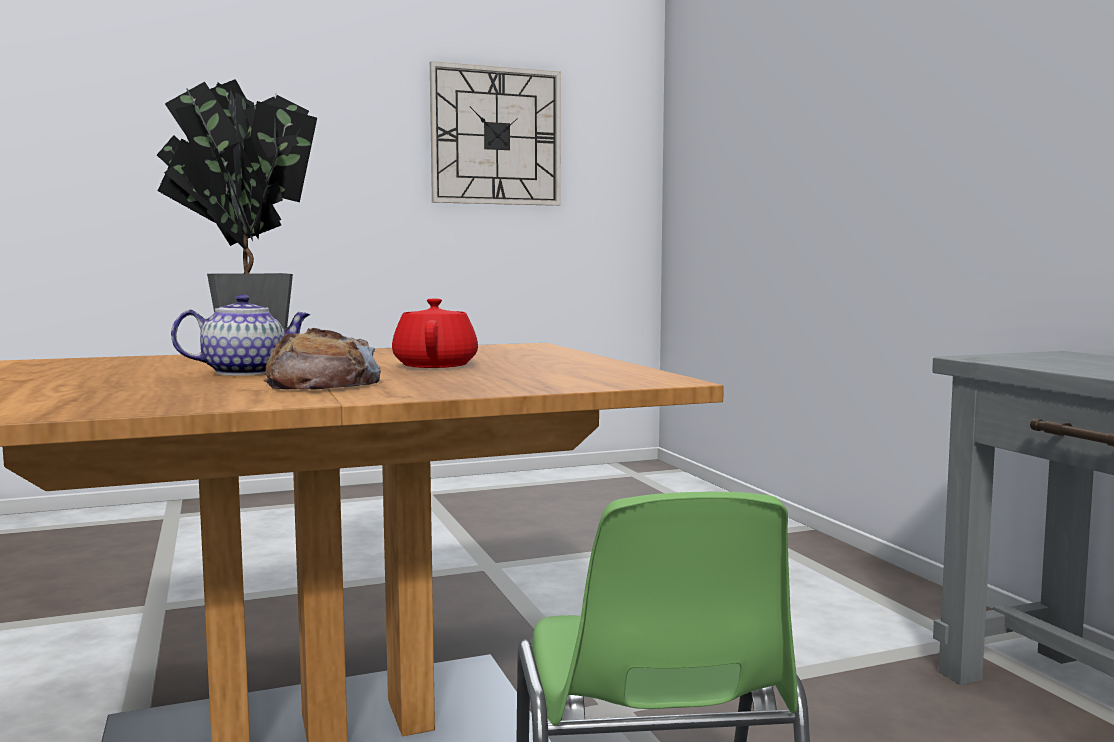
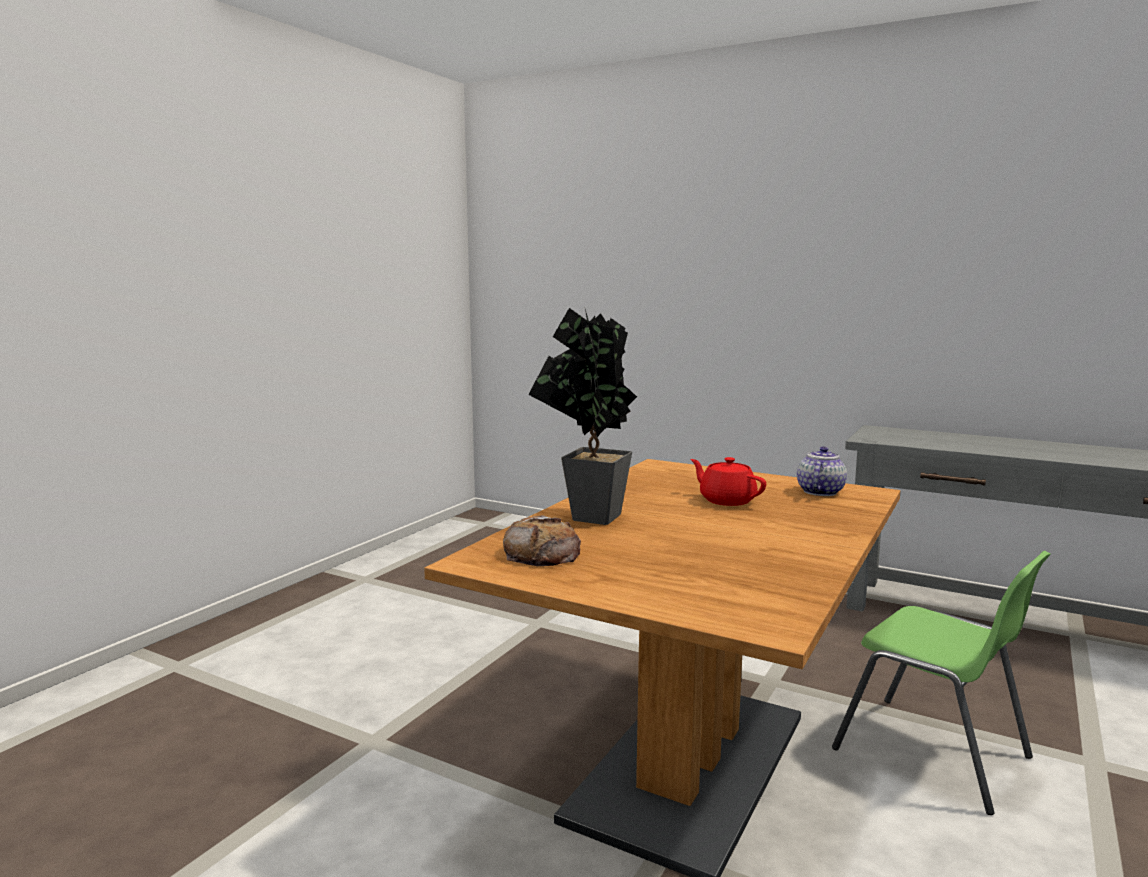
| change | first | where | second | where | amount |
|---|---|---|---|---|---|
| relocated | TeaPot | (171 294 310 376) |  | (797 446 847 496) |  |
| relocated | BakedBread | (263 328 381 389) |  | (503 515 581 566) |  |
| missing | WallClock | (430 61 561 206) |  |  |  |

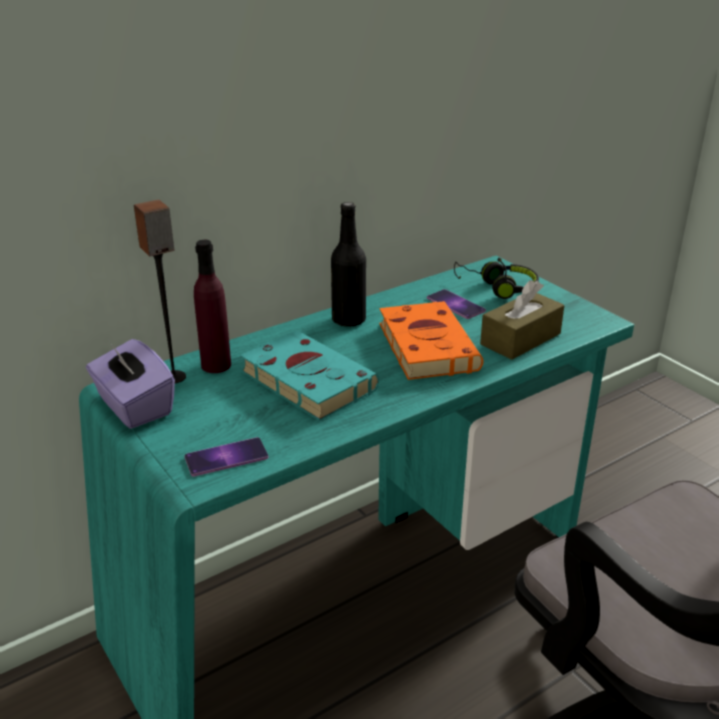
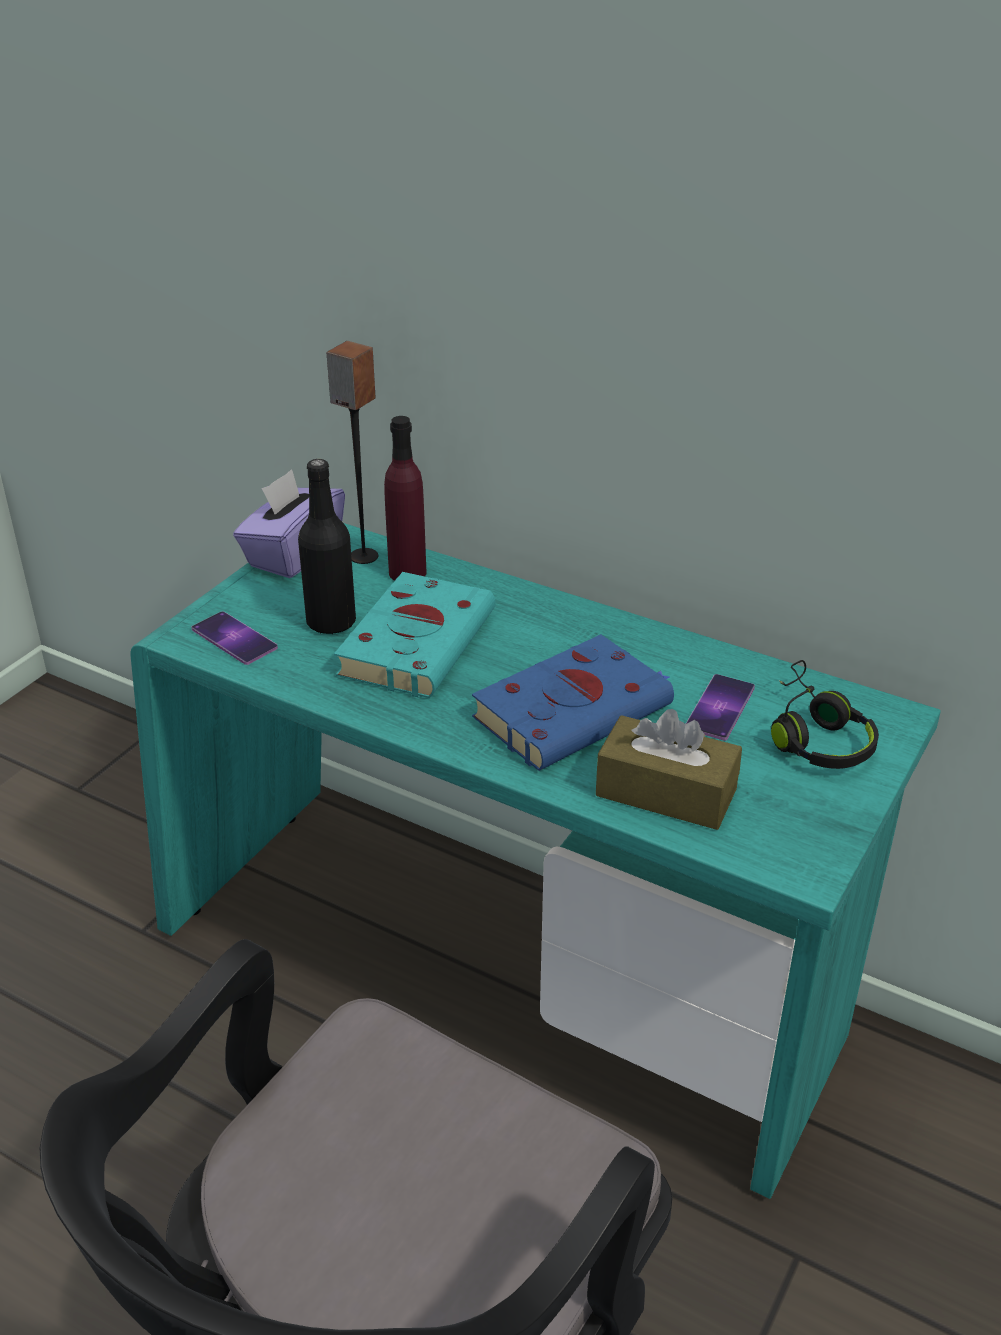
| change | first | where | second | where | amount |
|---|---|---|---|---|---|
| relocated | BlackishBeverageBottle | (331 202 366 327) |  | (298 459 356 635) |  |
| colour | OrangeyBook | (379 301 483 380) | BlueColouredBook | (472 635 674 771) |  |

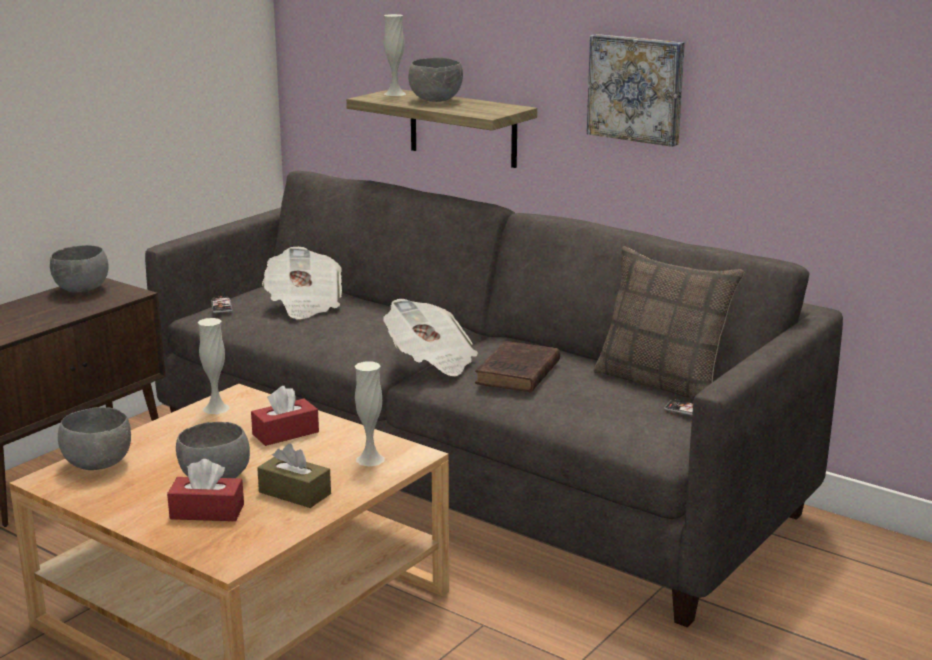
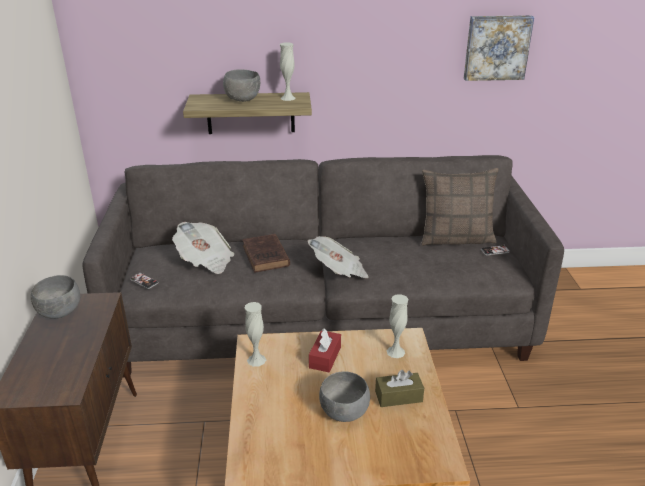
| change | first | where | second | where | amount |
|---|---|---|---|---|---|
| missing | GreyishServingBowl | (58 407 131 470) |  |  |  |
| missing | RedTissueBox | (167 459 244 521) |  |  |  |
| relocated | WhiteColouredVase | (384 14 406 96) |  | (280 42 296 101) |  |
| relocated | BrownishBook | (475 341 560 392) |  | (242 234 290 272) |  |
| relocated | Picture | (587 34 685 147) |  | (463 15 534 81) |  |

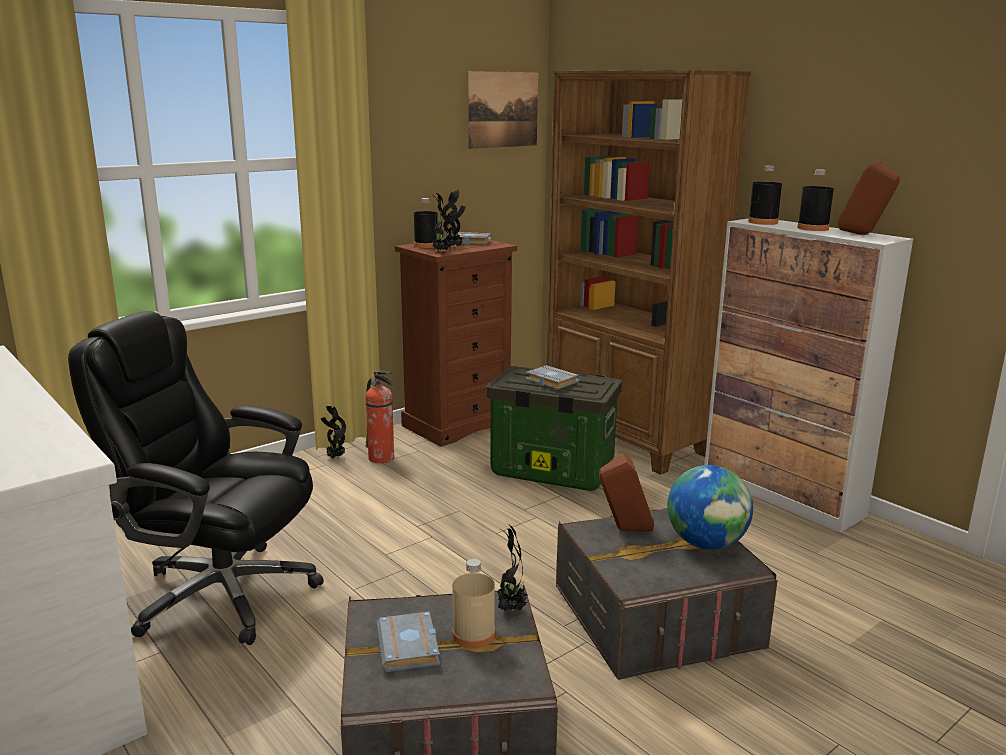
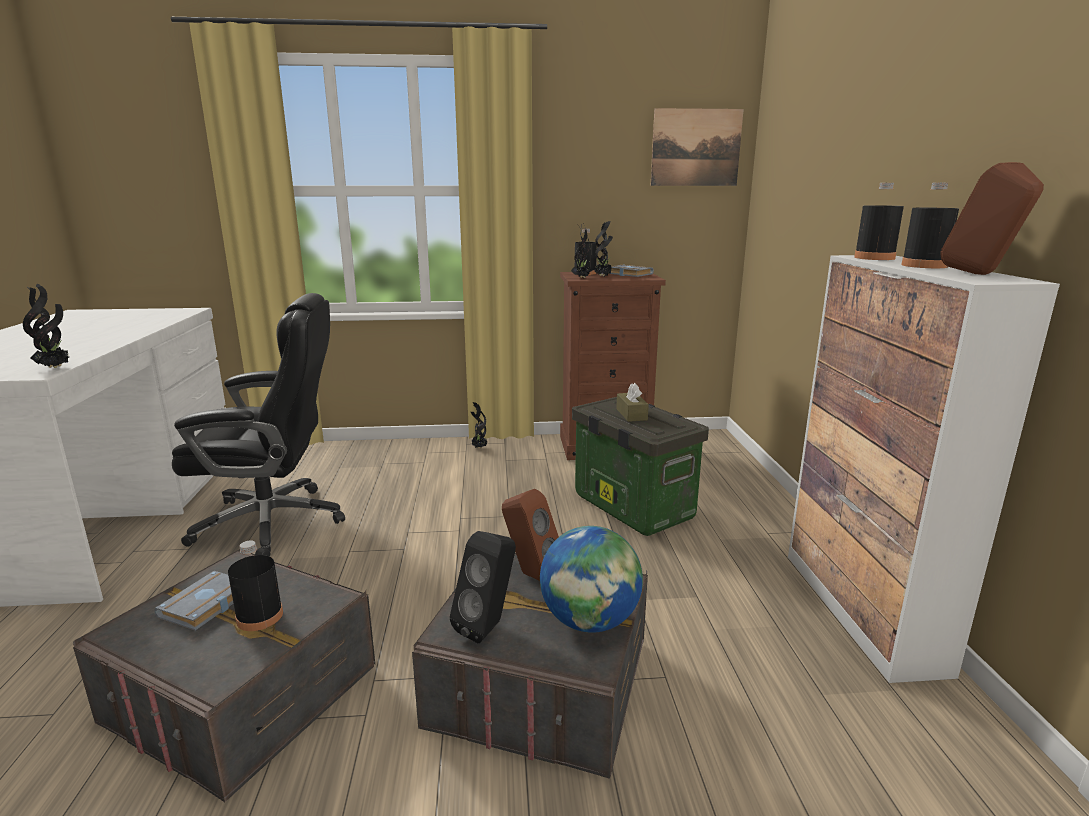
| change | first | where | second | where | amount |
|---|---|---|---|---|---|
| spun | BlackishDeskChair | (68 311 324 645) |  | (172 293 345 557) | 120 degrees clockwise |
| missing | Extinguisher | (365 371 394 463) |  |  |  |
| colour | SandColouredBeverageBottle | (452 559 495 648) | BlackishBeverageBottle | (228 540 283 631) |  |
| relocated | Houseplant | (497 524 528 611) |  | (23 283 69 368) |  |
| exchanged | GreyishBook | (526 365 580 389) | BrownishTissueBox | (616 383 649 422) |  |
| missing | BrownishBookshelf | (547 70 751 475) |  |  |  |
| appeared |  |  | BlackishAudioSpeaker | (450 531 516 643) |  |

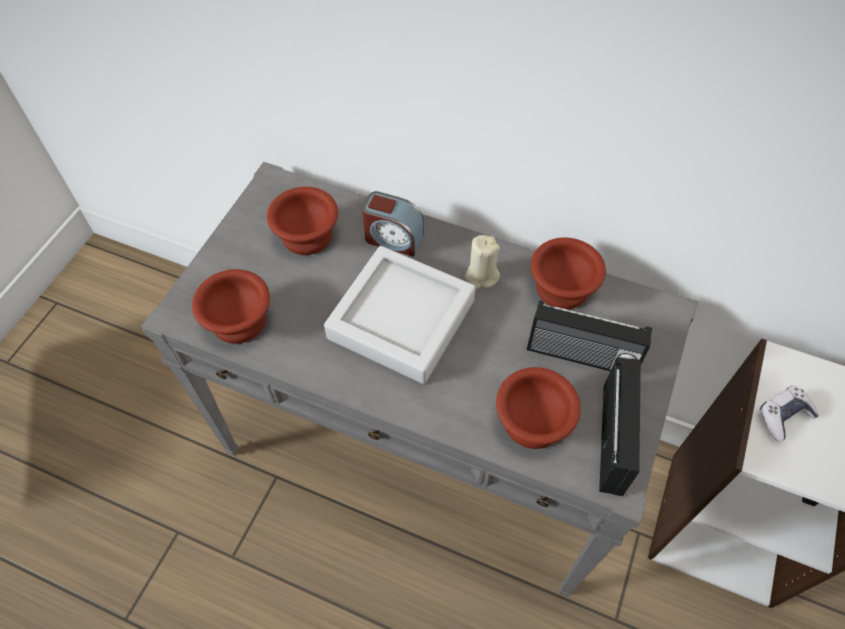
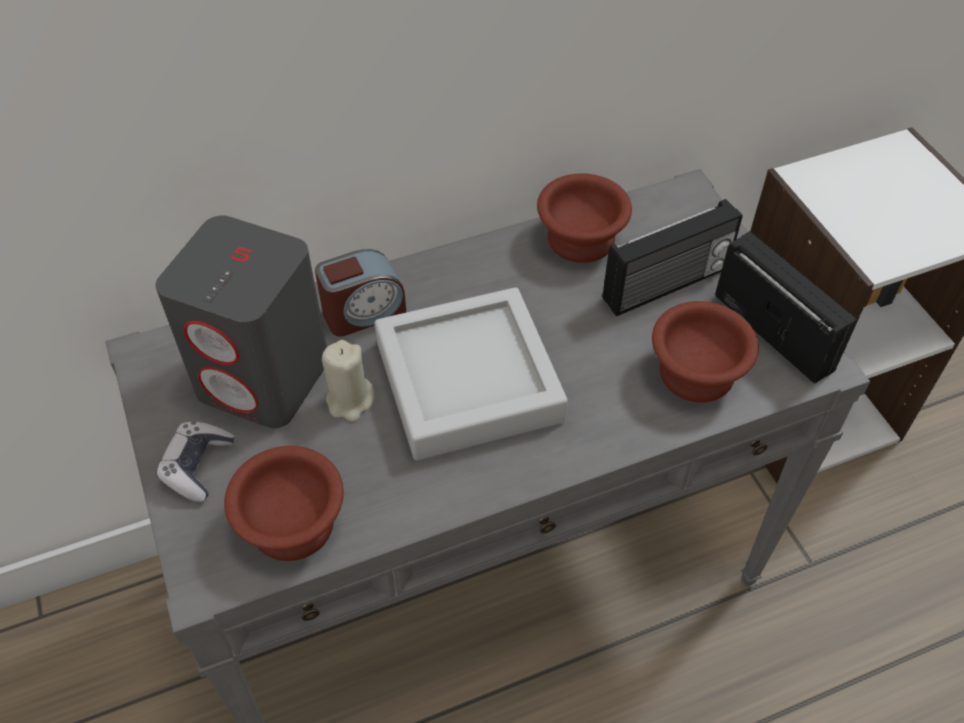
| change | first | where | second | where | amount |
|---|---|---|---|---|---|
| exchanged | BrownishServingBowl | (267 187 338 255) | GreyishAudioSpeaker | (155 215 327 428) |  |
| relocated | SandColouredCandle | (464 235 500 289) |  | (322 340 374 422) |  |
| relocated | Joypad | (759 385 819 442) |  | (156 421 234 502) |  |

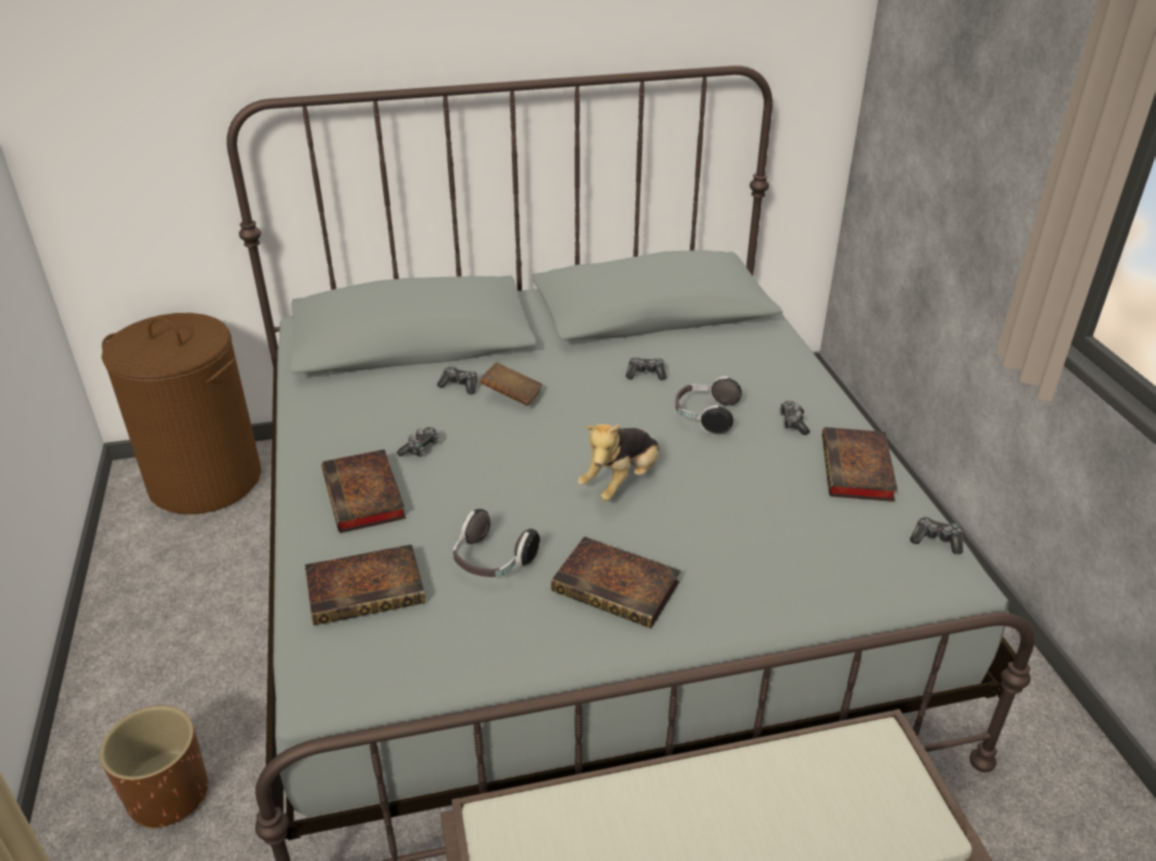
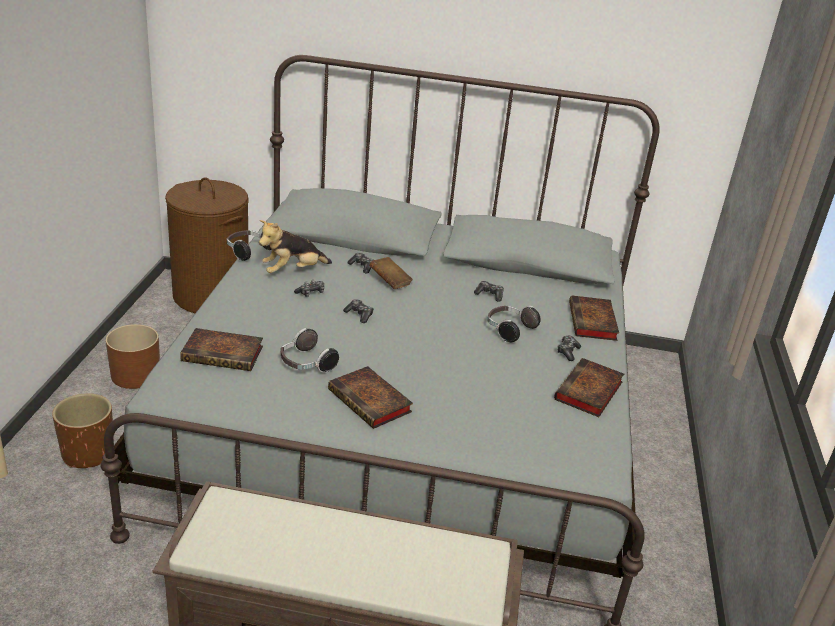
| change | first | where | second | where | amount |
|---|---|---|---|---|---|
| relocated | Book | (322 449 406 533) |  | (569 295 619 341) |  |
| relocated | SoftToy | (577 424 659 501) |  | (259 220 332 273) |  |
| relocated | Joypad | (910 517 963 554) |  | (343 299 374 323) |  |
| appeared |  |  | BrownishFlowerPot | (106 324 160 389) |  |
| appeared |  |  | PairOfHeadphones | (227 230 272 261) |  |

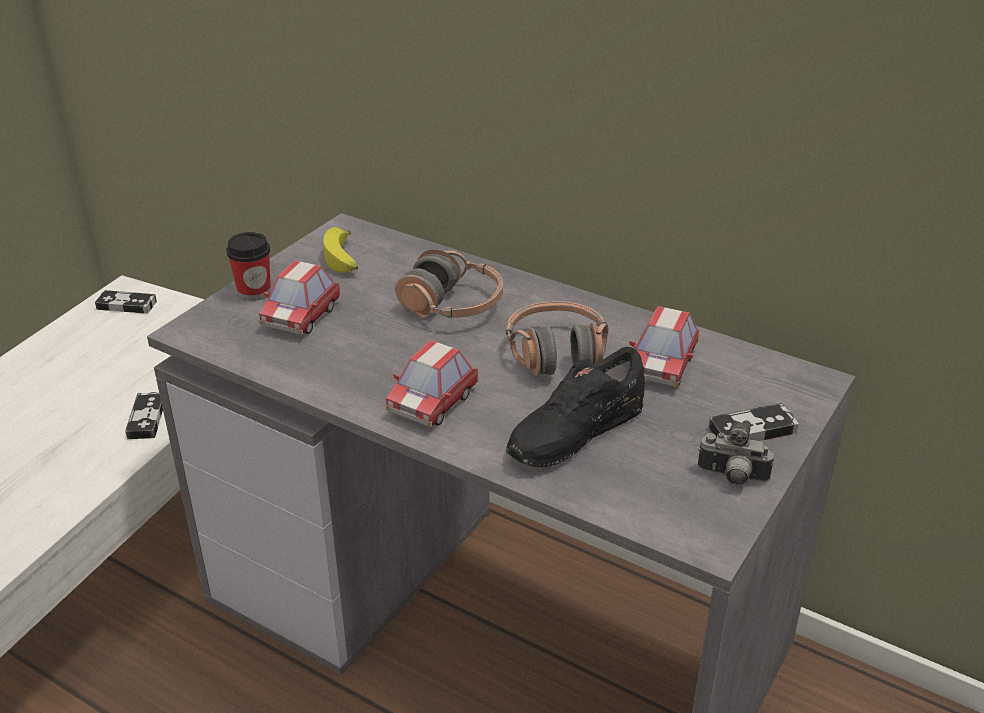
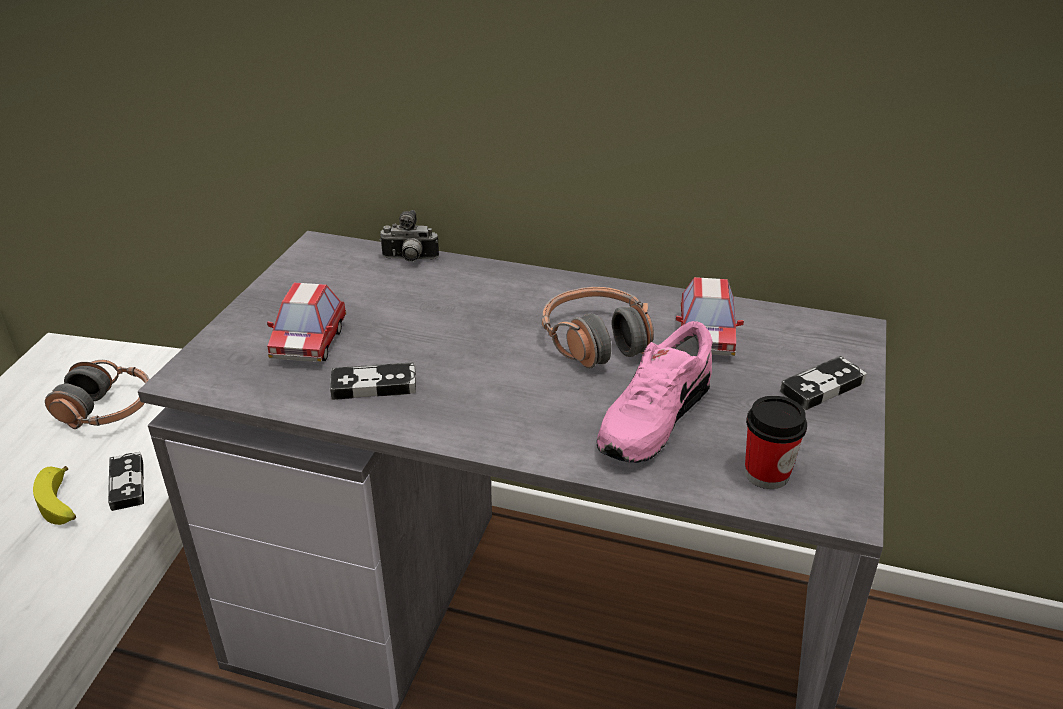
| change | first | where | second | where | amount |
|---|---|---|---|---|---|
| relocated | Joypad | (95 290 157 313) |  | (330 362 416 400) |  |
| relocated | SmallCup | (226 232 271 301) |  | (745 396 807 489) |  |
| relocated | BananaFruit | (323 227 358 273) |  | (33 466 76 525) |  |
| missing | MiniatureCar | (386 340 479 427) |  |  |  |
| relocated | PairOfHeadphones | (395 249 503 319) |  | (45 360 150 429) |  |
| colour | BlackishLowShoe | (506 347 645 467) | PinkLowShoe | (597 321 713 463) |  |
| relocated | PhotoCamera | (698 420 774 485) |  | (379 210 439 262) |  |

